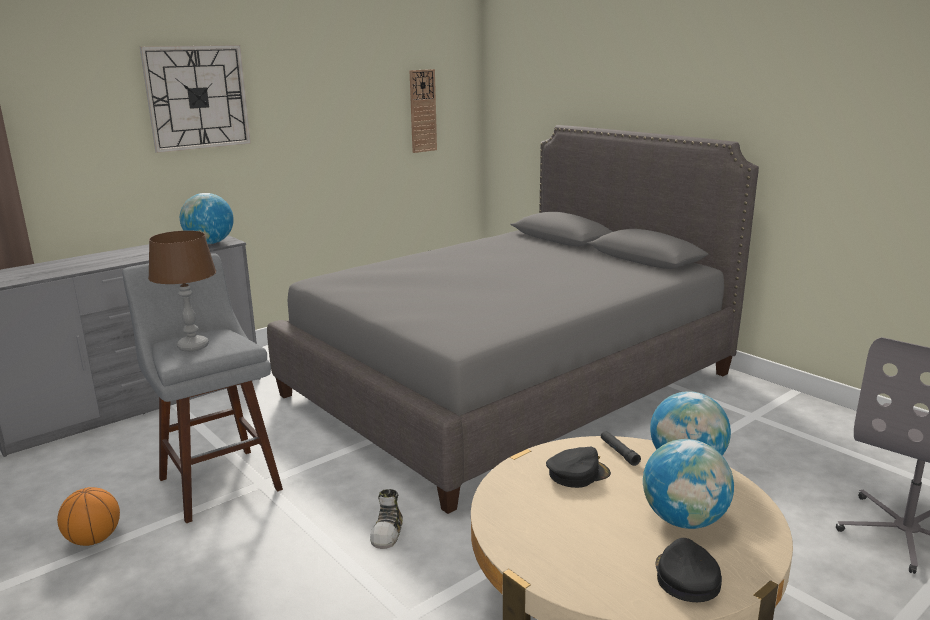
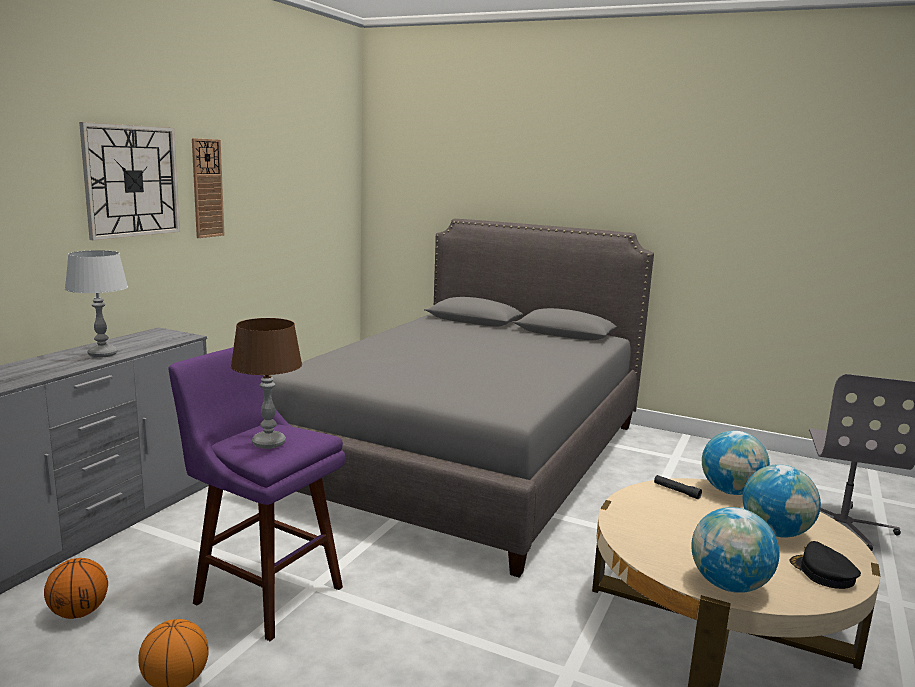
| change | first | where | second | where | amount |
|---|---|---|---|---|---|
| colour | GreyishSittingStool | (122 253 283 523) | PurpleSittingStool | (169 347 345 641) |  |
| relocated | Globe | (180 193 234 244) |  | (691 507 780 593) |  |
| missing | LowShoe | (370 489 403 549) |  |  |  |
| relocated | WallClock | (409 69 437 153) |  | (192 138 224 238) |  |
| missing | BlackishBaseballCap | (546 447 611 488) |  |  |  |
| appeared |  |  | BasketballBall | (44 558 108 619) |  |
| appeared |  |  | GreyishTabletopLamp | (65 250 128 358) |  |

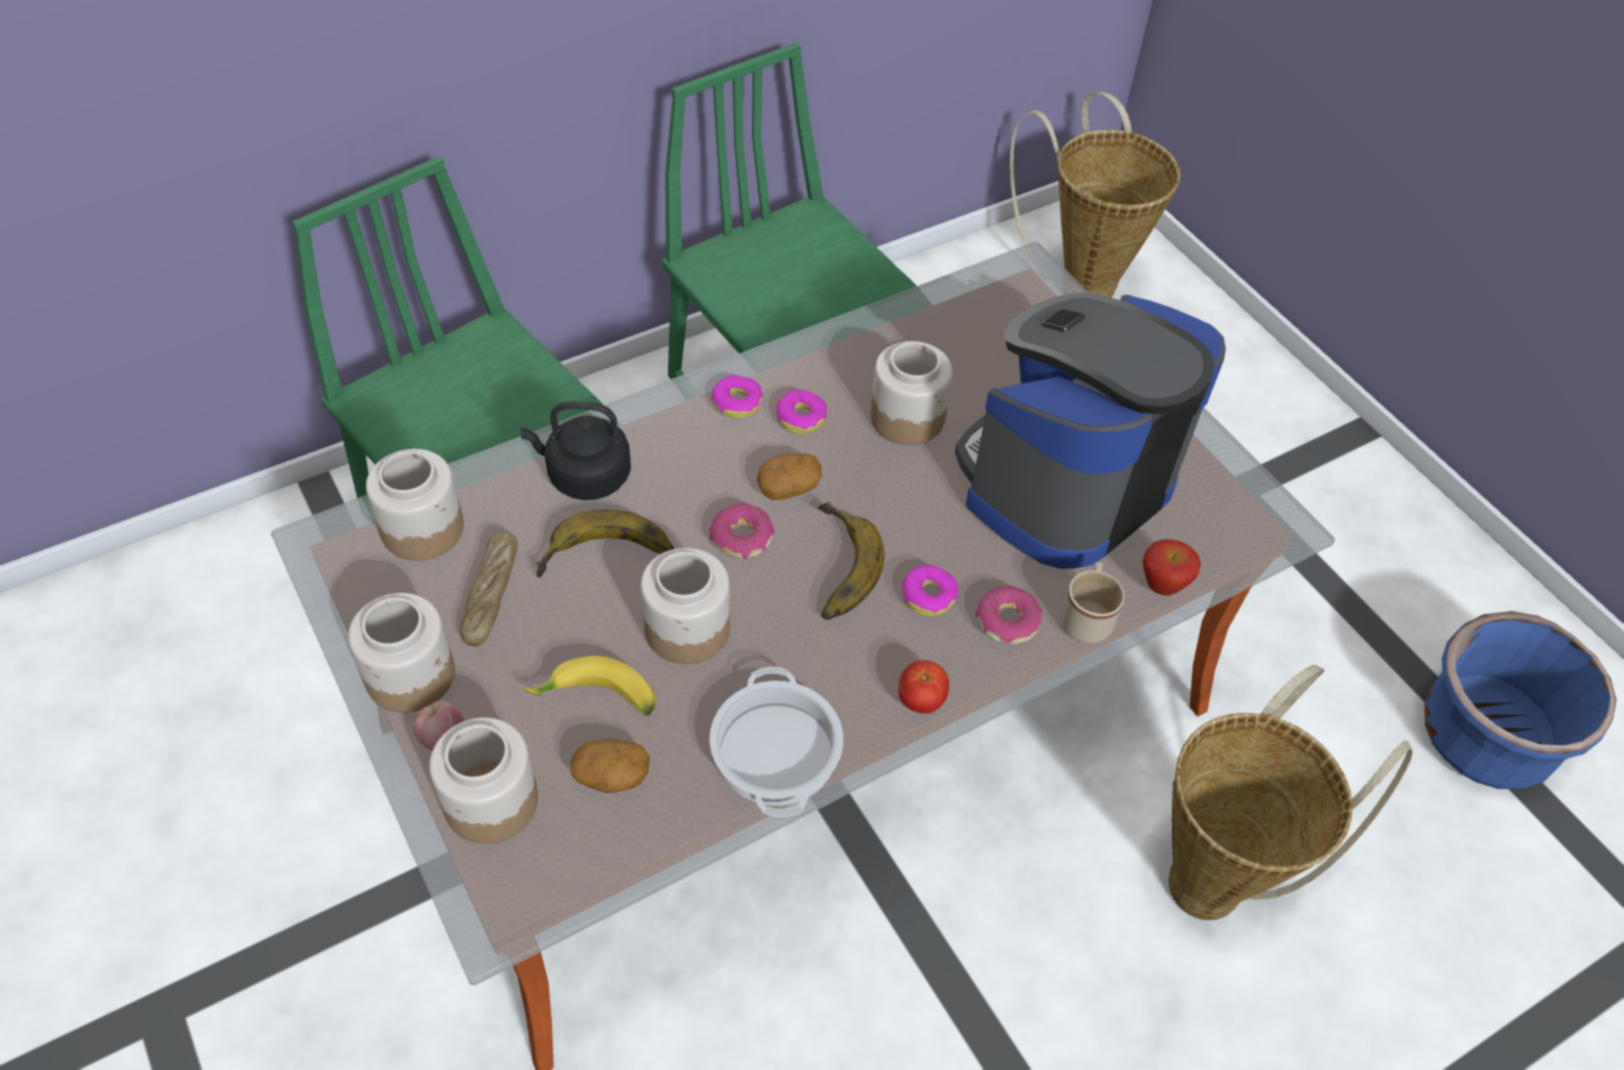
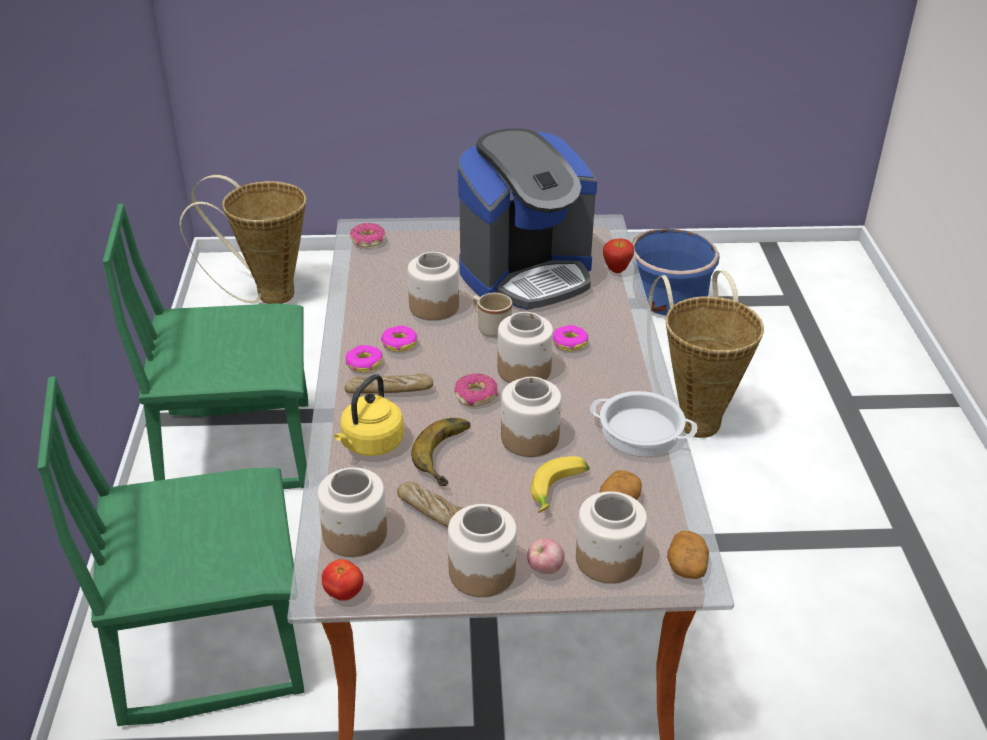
| change | first | where | second | where | amount |
|---|---|---|---|---|---|
| colour | BlackishWaterKettle | (520 401 631 500) | YellowWaterKettle | (334 374 404 456) |  |
| relocated | WholePotato | (757 453 822 500) |  | (667 531 709 579) |  |
| exchanged | BananaFruit | (818 502 884 620) | PreserveJar | (497 312 553 383) |  |
| relocated | Tomato | (899 660 949 714) |  | (322 559 363 601) |  |
| spun | CoffeeBrewer | (955 293 1226 569) |  | (458 128 597 310) | 105 degrees counterclockwise |
| relocated | RingDoughnut | (975 586 1042 644) |  | (350 223 385 247) |  |
| relocated | SandColouredCoffeeMug | (1061 562 1125 643) |  | (473 293 512 337) |  |
| appeared |  |  | BakedBread | (345 373 433 394) |  |

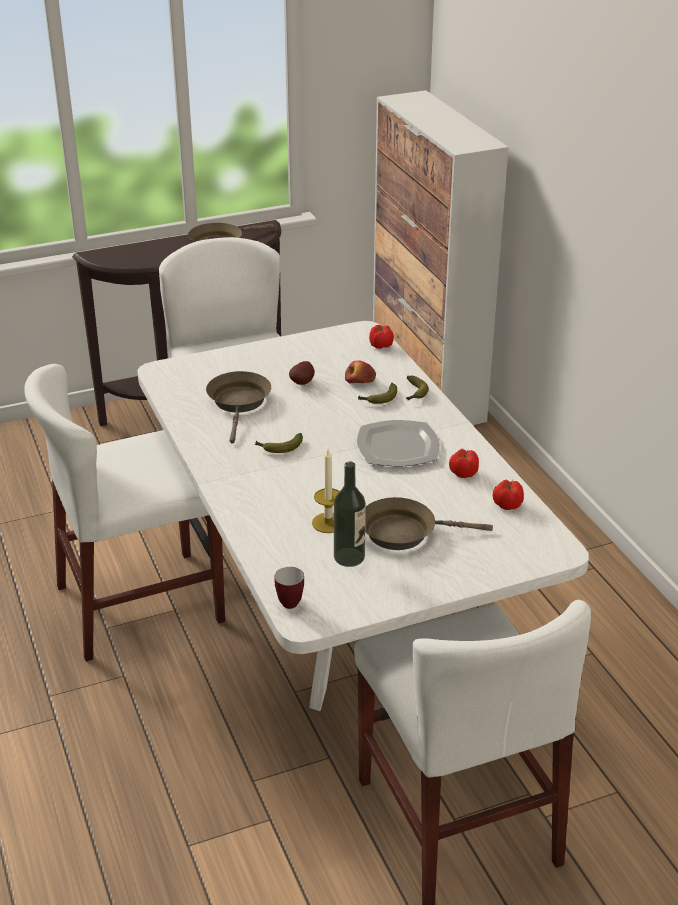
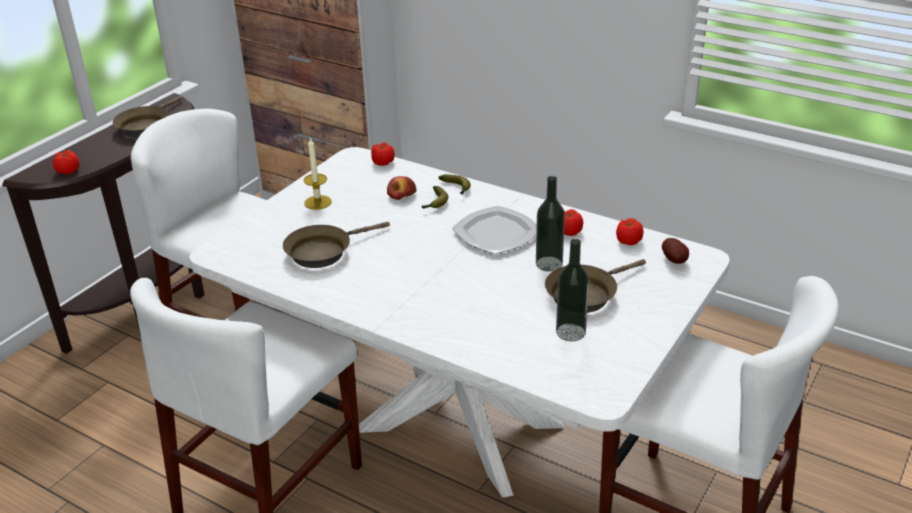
| change | first | where | second | where | amount |
|---|---|---|---|---|---|
| spun | BrownishPan | (206 371 271 444) |  | (283 222 390 268) | 90 degrees counterclockwise |
| missing | BananaFruit | (255 433 303 453) |  |  |  |
| missing | CoffeeMug | (274 567 304 609) |  |  |  |
| relocated | WholePotato | (289 361 315 385) |  | (662 238 689 264) |  |
| relocated | Candle | (312 449 340 533) |  | (304 138 331 210) |  |
| appeared |  |  | Tomato | (53 150 79 174) |  |
| appeared |  |  | BeverageBottle | (536 176 565 272) |  |

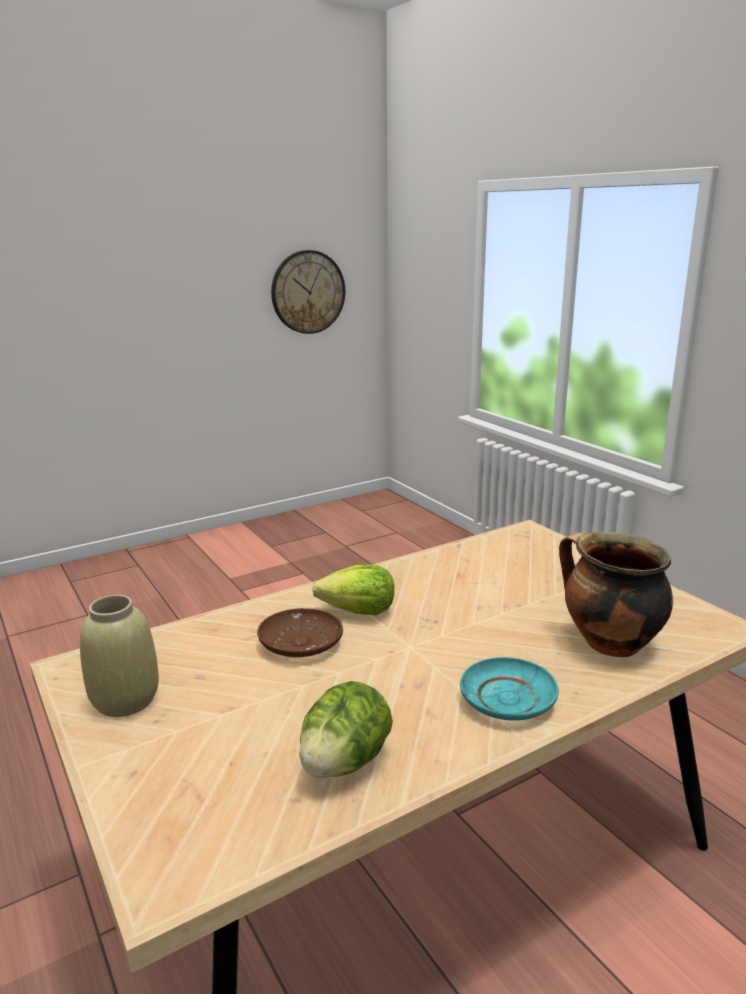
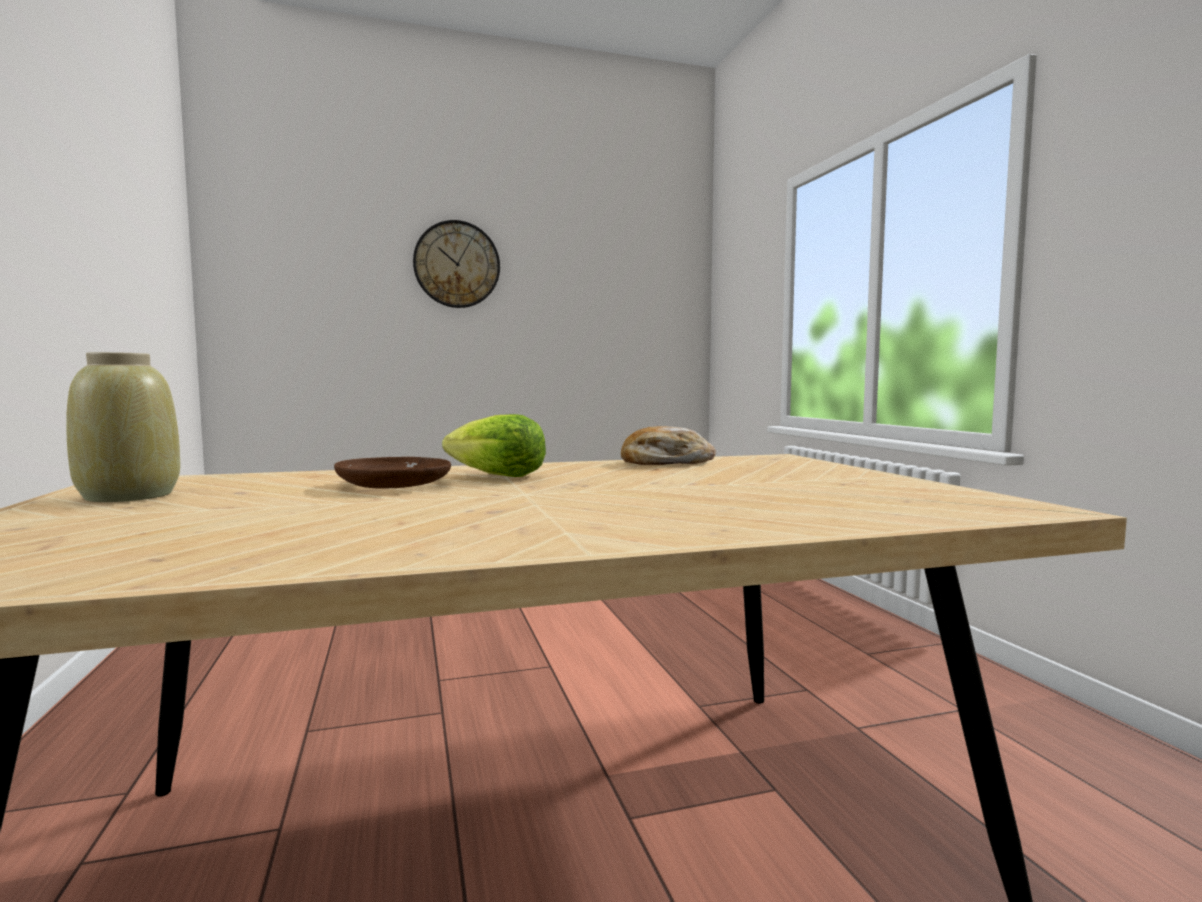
| change | first | where | second | where | amount |
|---|---|---|---|---|---|
| relocated | WallClock | (271 250 345 334) |  | (413 220 500 308) |  |
| missing | Lettuce | (299 681 393 778) |  |  |  |
| missing | TurquoiseDinnerPlate | (460 657 559 721) |  |  |  |
| missing | Saucepot | (559 532 673 657) |  |  |  |
| appeared |  |  | BakedBread | (621 426 716 465) |  |

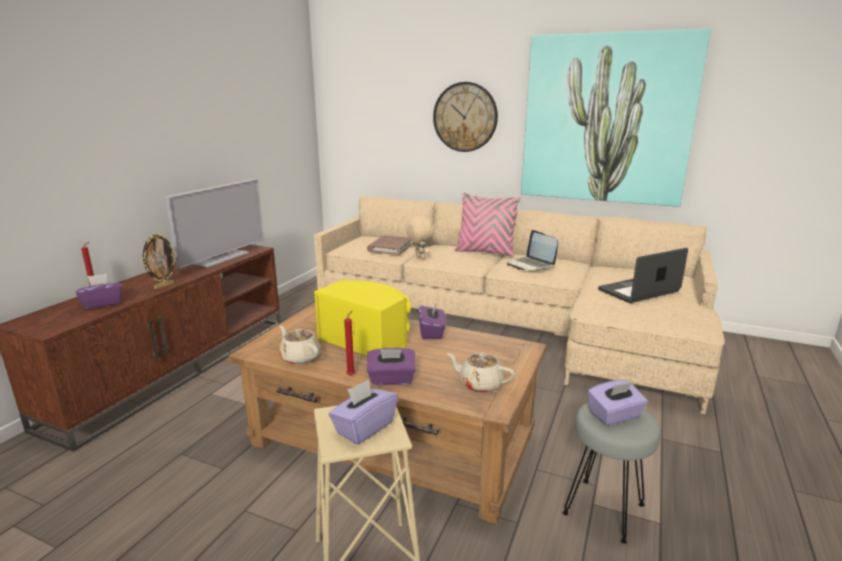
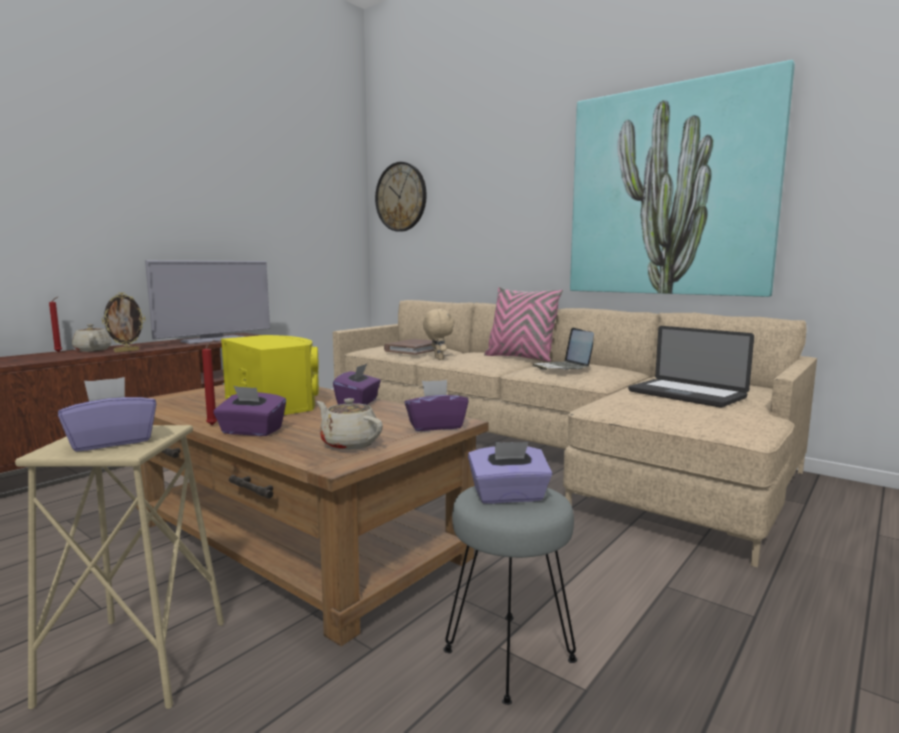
| change | first | where | second | where | amount |
|---|---|---|---|---|---|
| relocated | PurpleTissueBox | (76 274 122 309) |  | (404 380 469 431) |  |
| relocated | SandColouredTeaPot | (279 326 320 365) |  | (72 324 112 352) |  |
| relocated | WallClock | (433 82 498 152) |  | (375 162 427 232) |  |
| spun | NotebookComputer | (598 248 688 303) |  | (628 326 754 408) | 120 degrees counterclockwise |

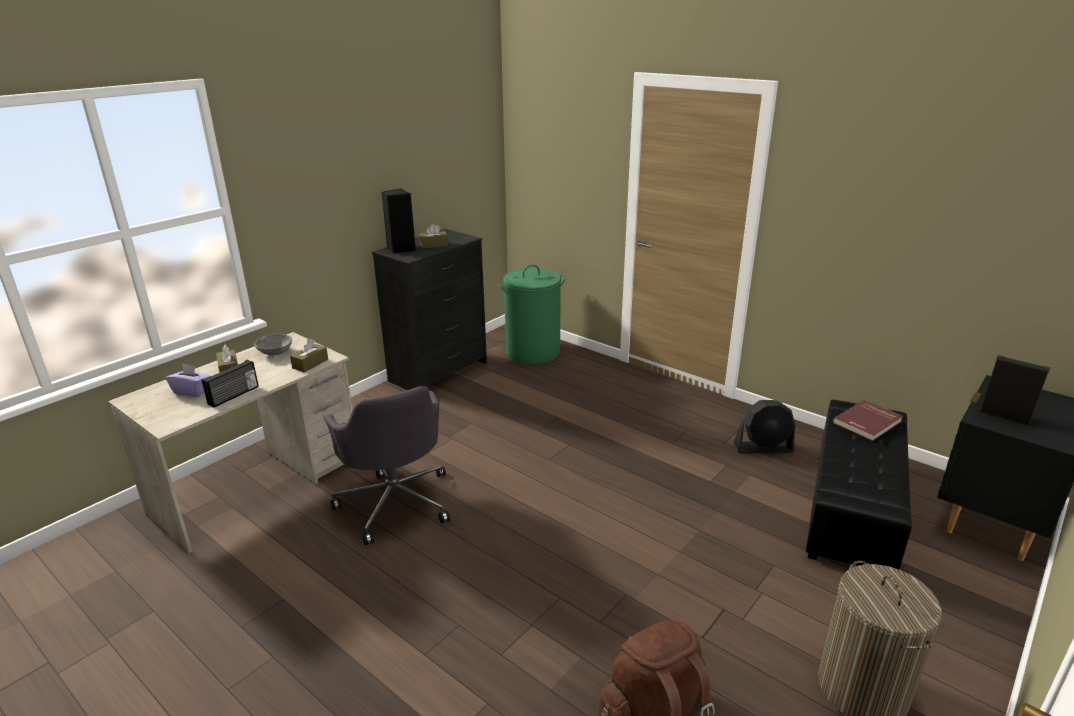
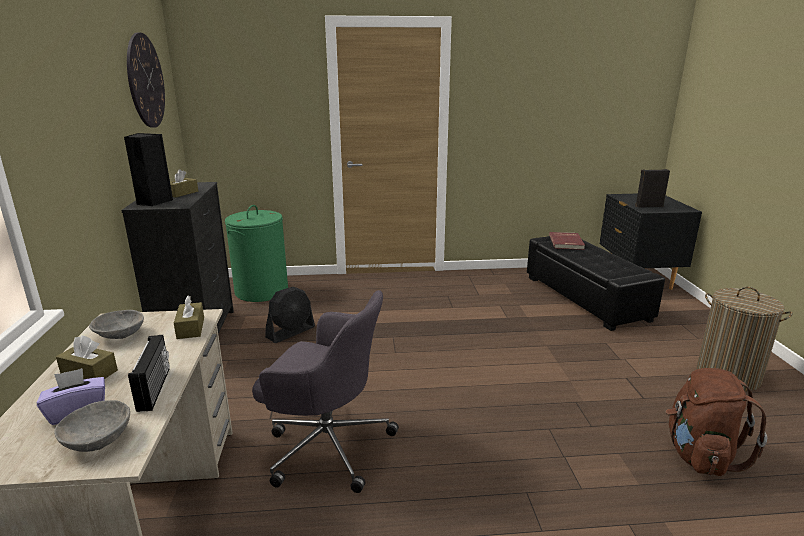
| change | first | where | second | where | amount |
|---|---|---|---|---|---|
| relocated | BlackishFan | (734 400 795 454) |  | (265 287 315 343) |  |
| appeared |  |  | GreyishServingBowl | (54 400 130 452) |  |
| appeared |  |  | WallClock | (127 33 165 128) |  |

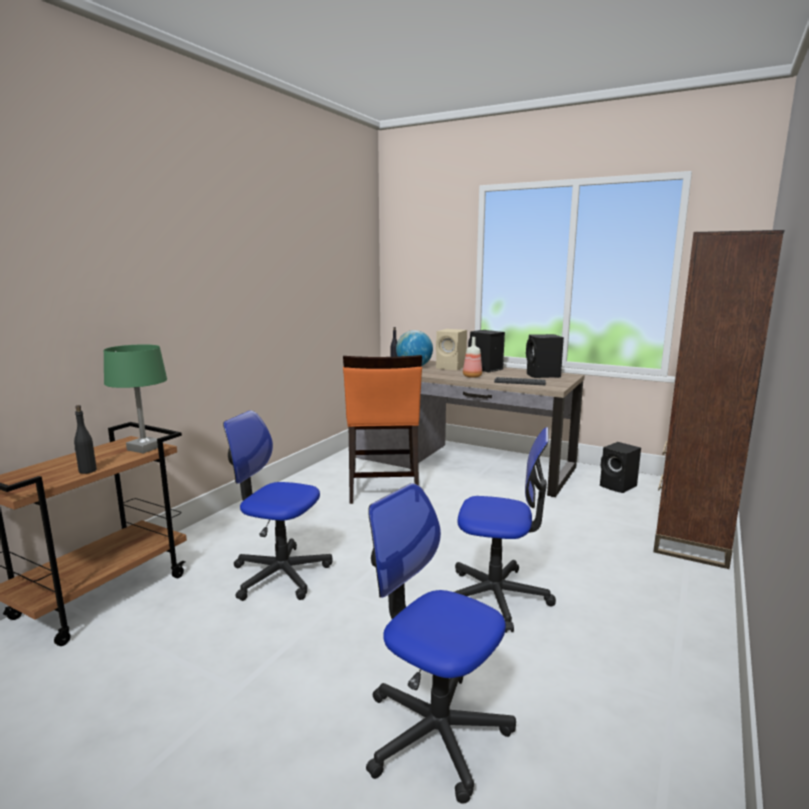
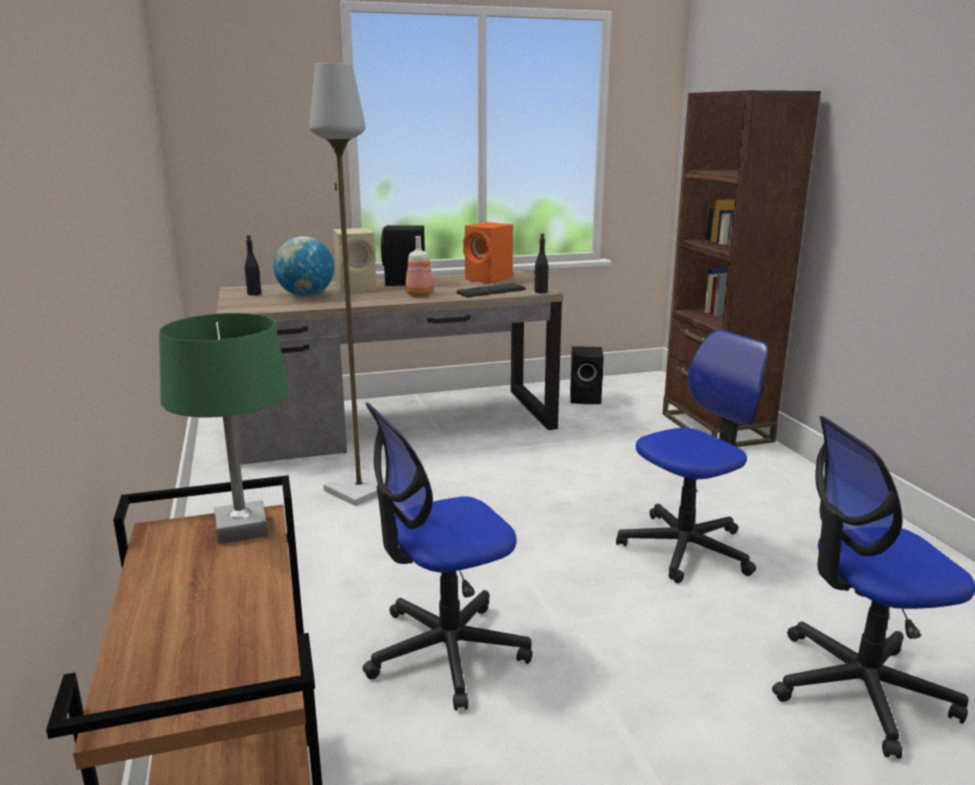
| change | first | where | second | where | amount |
|---|---|---|---|---|---|
| relocated | BlackishBeverageBottle | (74 405 97 474) |  | (534 234 548 293) |  |
| exchanged | OrangeyUprightChair | (343 355 422 504) | GreyishFloorLamp | (309 63 385 506) |  |
| colour | BlackishAudioSpeaker | (526 334 564 378) | OrangeyAudioSpeaker | (463 222 513 284) |  |

